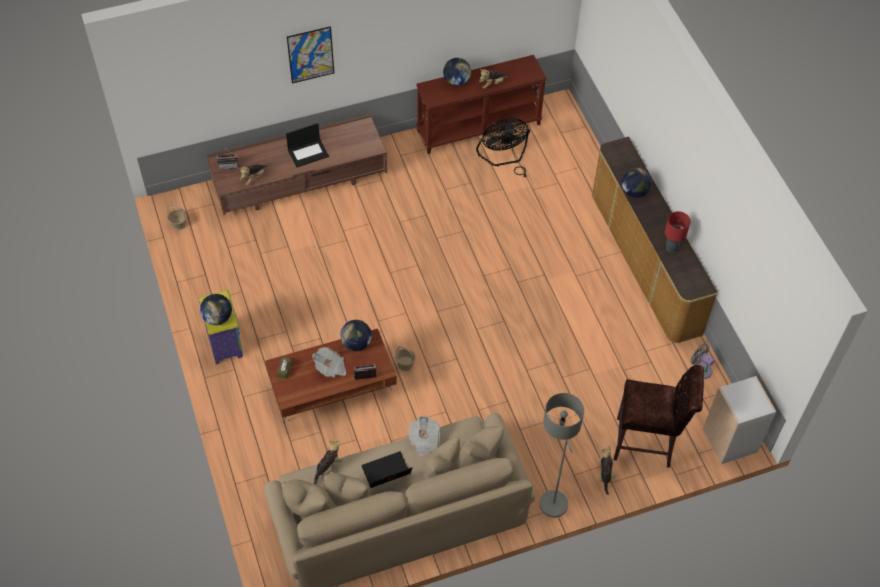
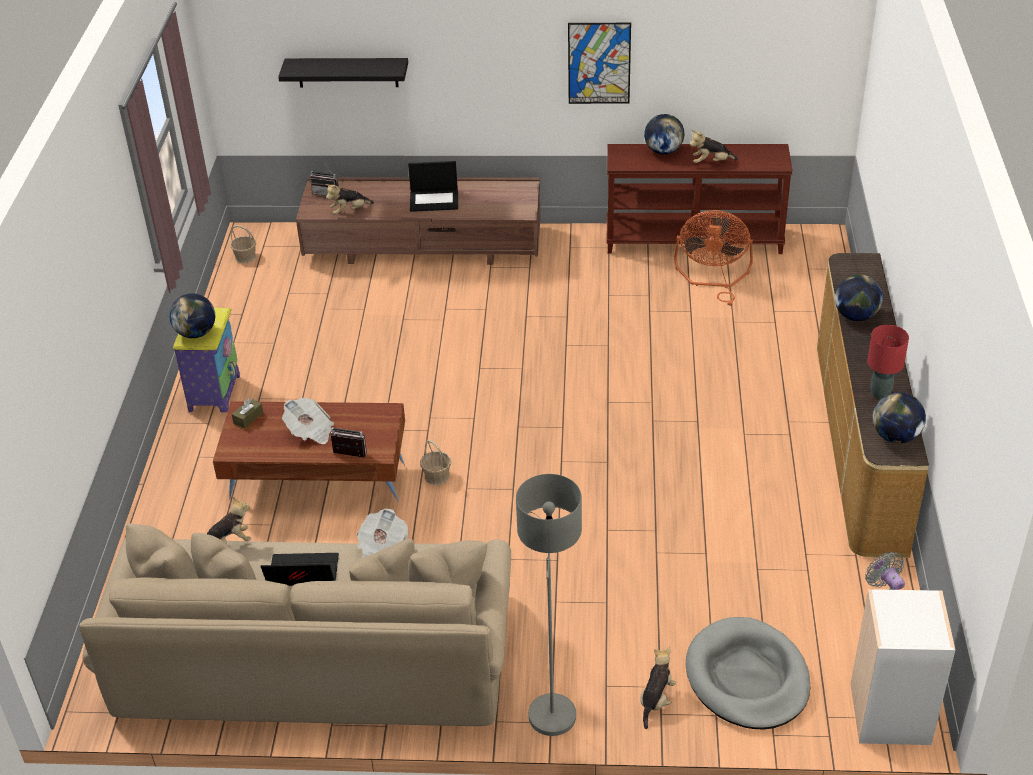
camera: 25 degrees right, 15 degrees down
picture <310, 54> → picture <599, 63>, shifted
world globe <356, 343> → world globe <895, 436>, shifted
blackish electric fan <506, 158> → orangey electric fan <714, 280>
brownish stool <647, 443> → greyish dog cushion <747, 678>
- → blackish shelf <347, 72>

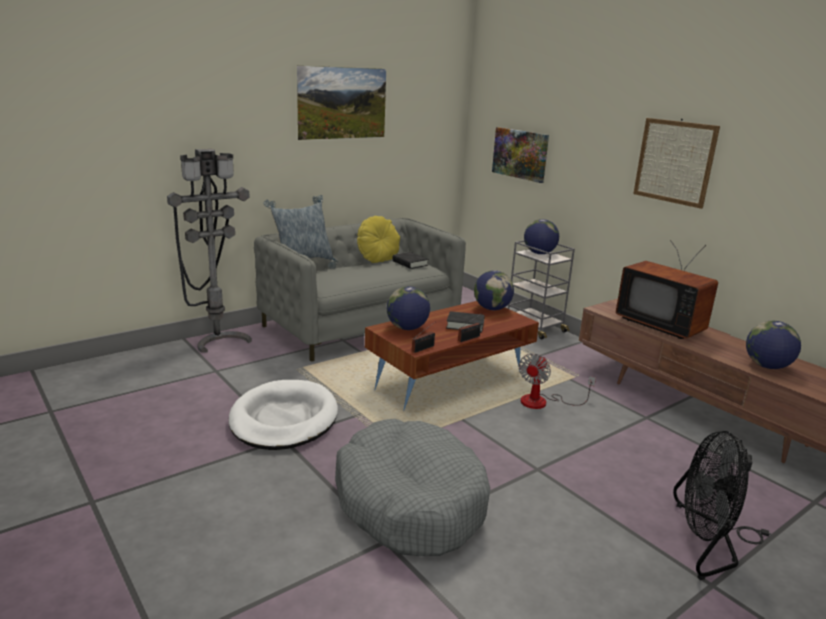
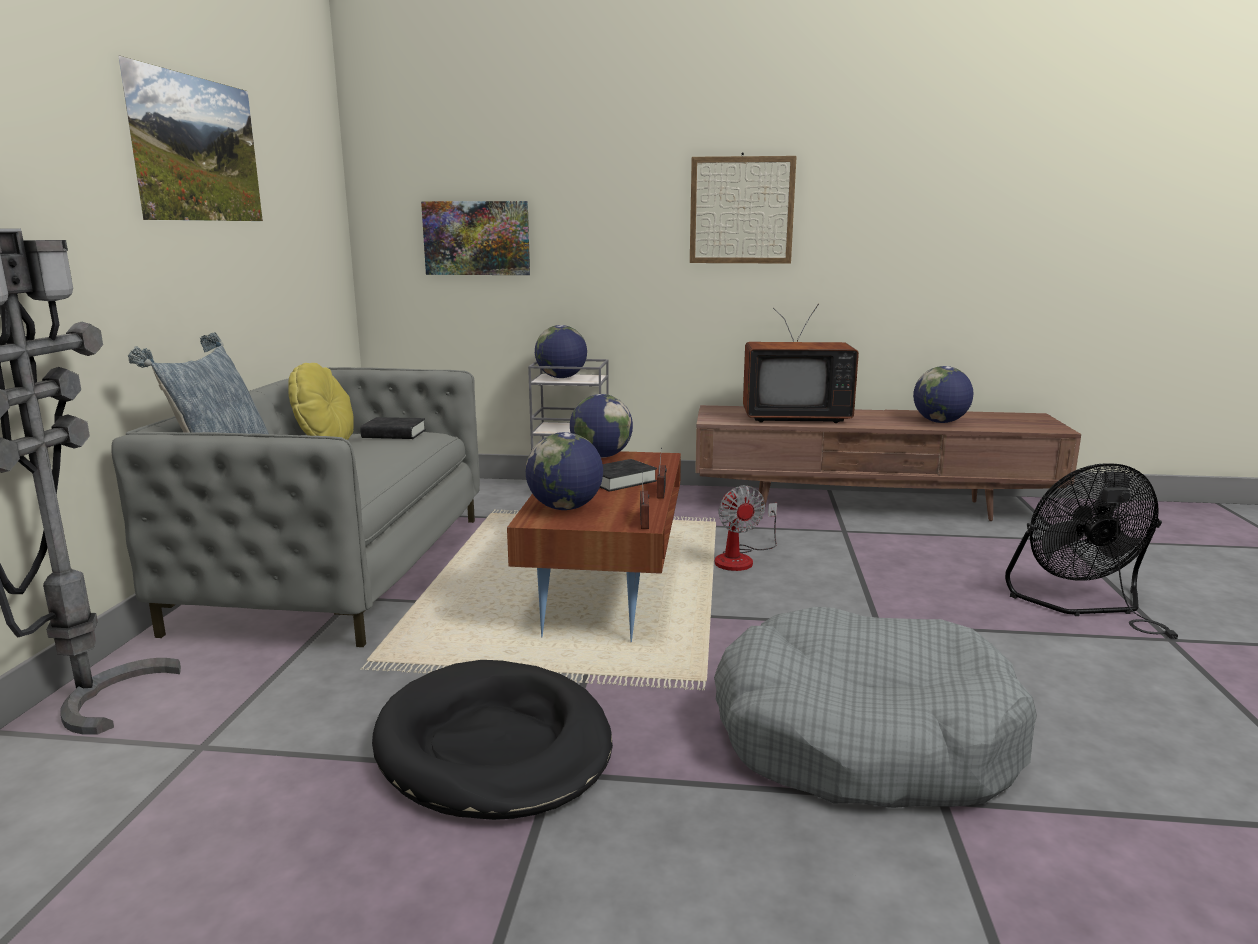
camera: 45 degrees left, 5 degrees down
whitish dog cushion <284, 419> → blackish dog cushion <494, 746>
blackish electric fan <711, 540> → blackish electric fan <1094, 605>, 120 degrees clockwise

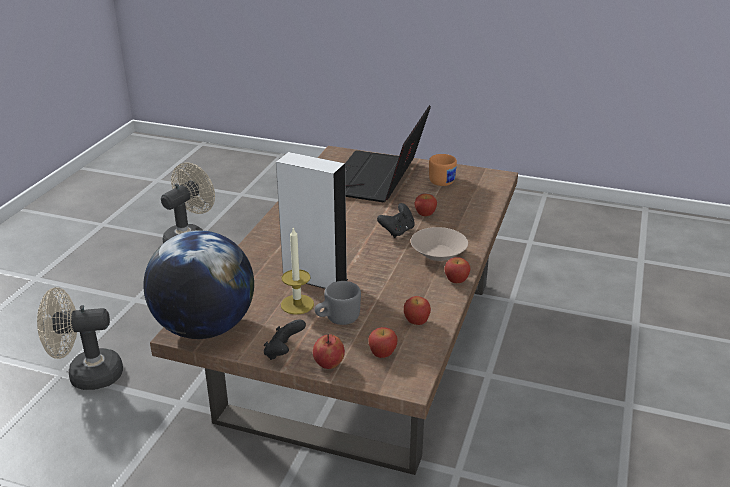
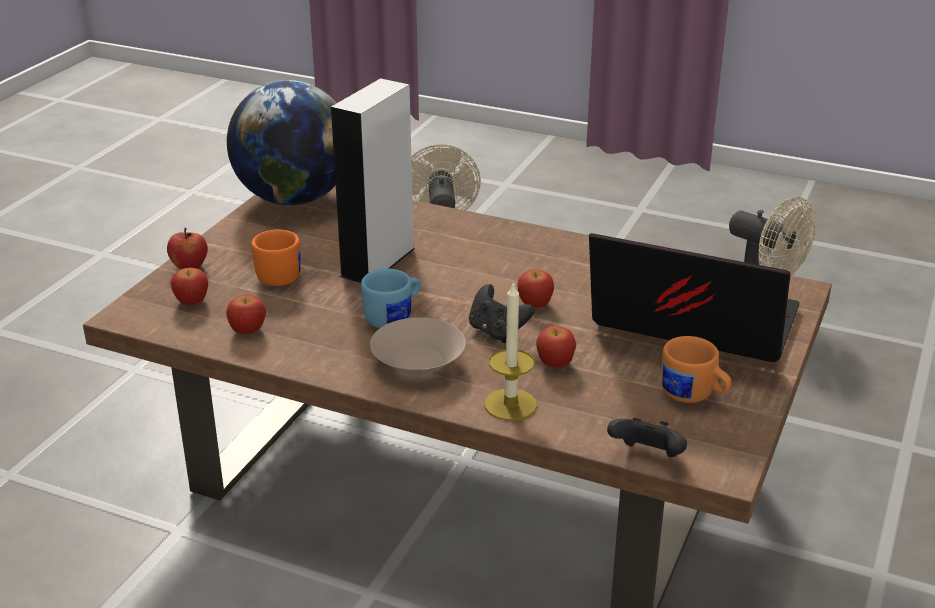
camera: 95 degrees right, 0 degrees up
blackish game controller <283, 352> → blackish game controller <647, 457>, shifted
candle <297, 304> → candle <510, 404>, shifted
greyish mug <337, 319> → orangey mug <277, 275>
apple fruit <456, 280> → apple fruit <534, 303>, shifted
- → blue-coloured mug <394, 317>

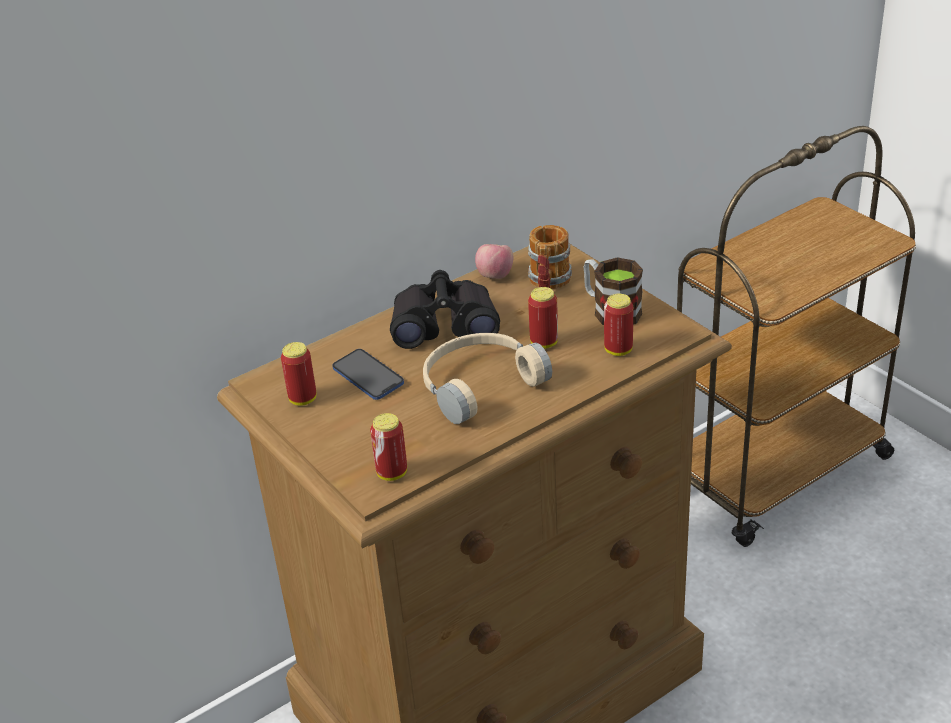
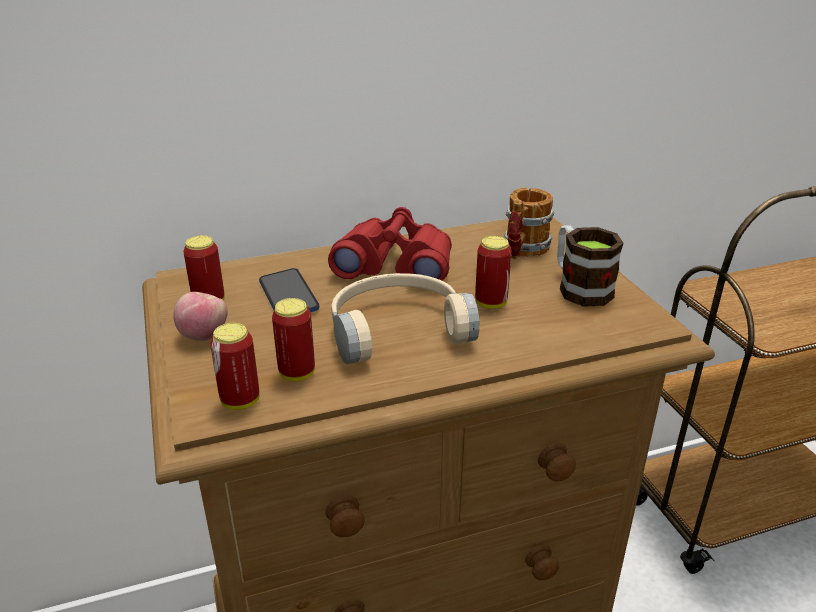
camera: 15 degrees right, 5 degrees down
blackish field glasses <444, 325> → red field glasses <396, 266>
apple fruit <495, 276> → apple fruit <204, 335>, shifted
sealed can <618, 350> → sealed can <297, 373>, shifted

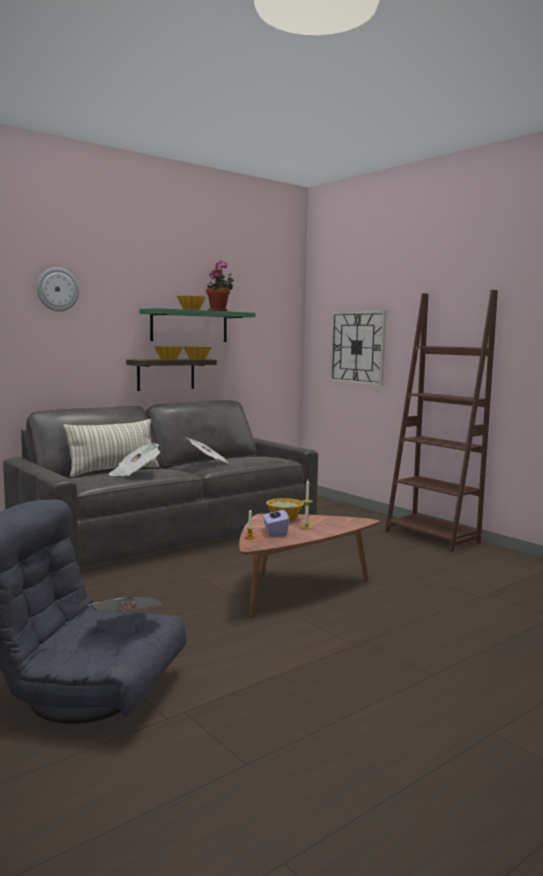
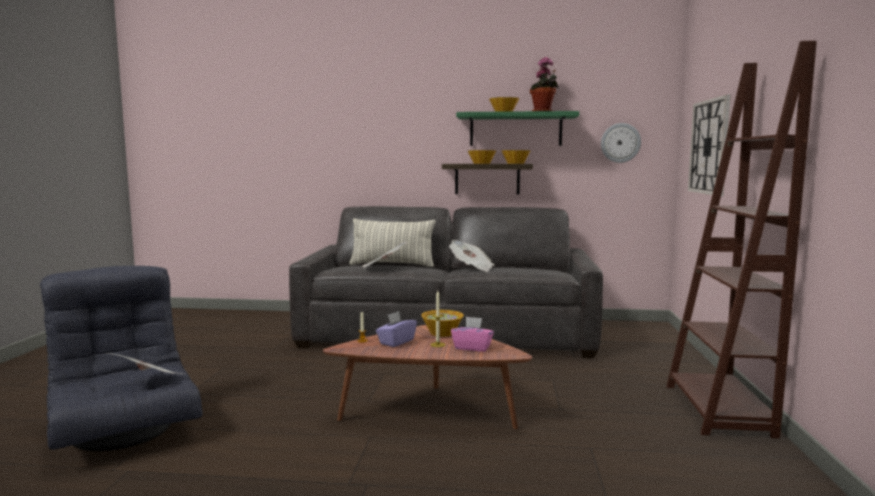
camera: 45 degrees right, 0 degrees up
clock on the wall <57, 289> → clock on the wall <620, 143>, shifted
- → pink-coloured tissue holder <472, 347>

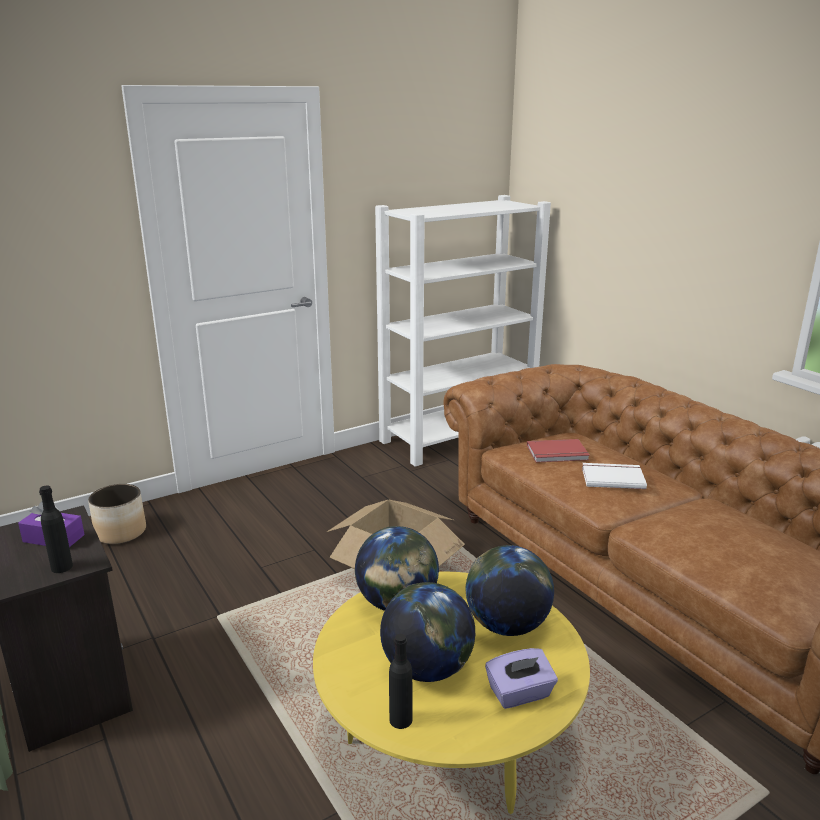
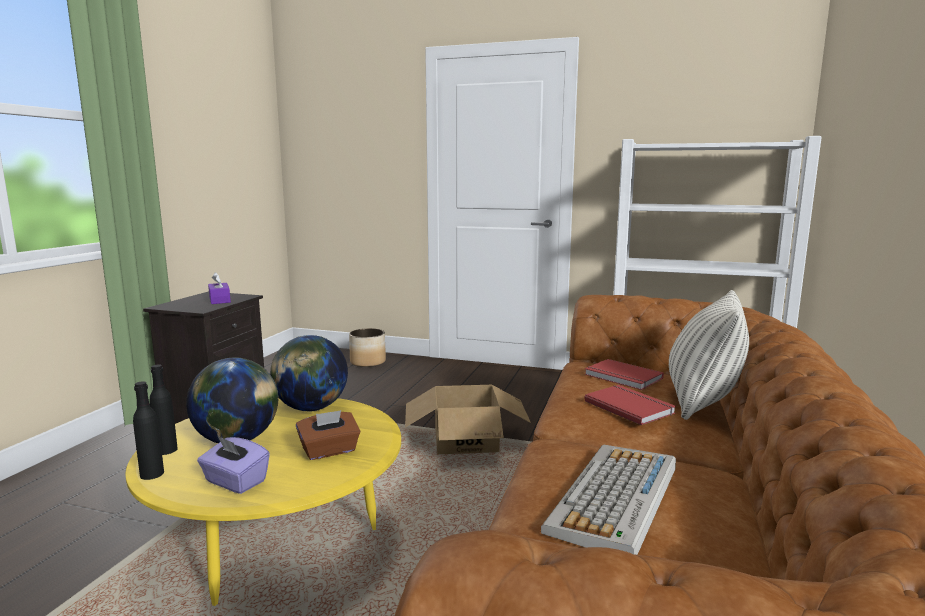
camera: 50 degrees right, 10 degrees down
blackish beverage bottle <62, 567> → blackish beverage bottle <152, 474>, shifted
world globe <507, 626> → brownish tissue holder <329, 451>
whitish bound book <612, 477> → red bound book <630, 406>
- → keyboard <615, 499>
- → pillow <702, 401>

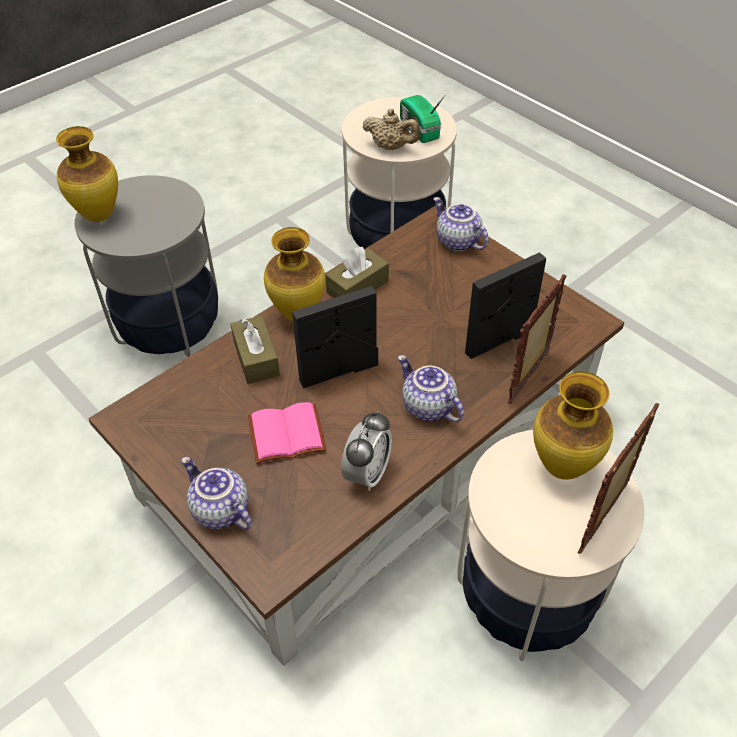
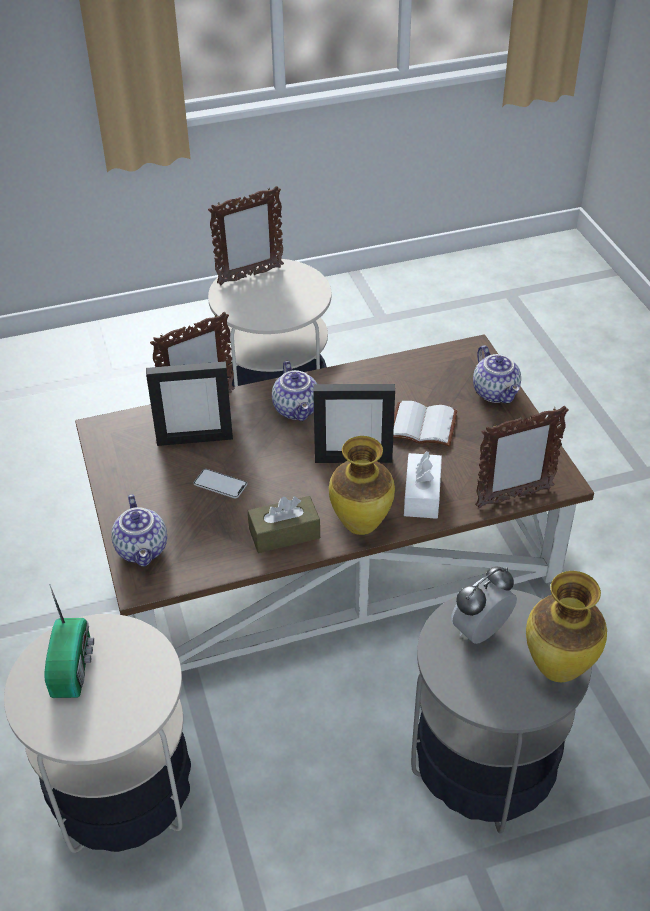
camera: 155 degrees left, 5 degrees down
brownish tissue holder <256, 358> → whitish tissue holder <422, 495>
pink-coloured bound book <285, 436> → whitish bound book <424, 424>
bedside clock <367, 473> → bedside clock <480, 631>, shifted
sand-coloured pot for tea <391, 147> → -
vase <562, 468> → -
- → telephone <220, 484>
- → picture frame <513, 497>

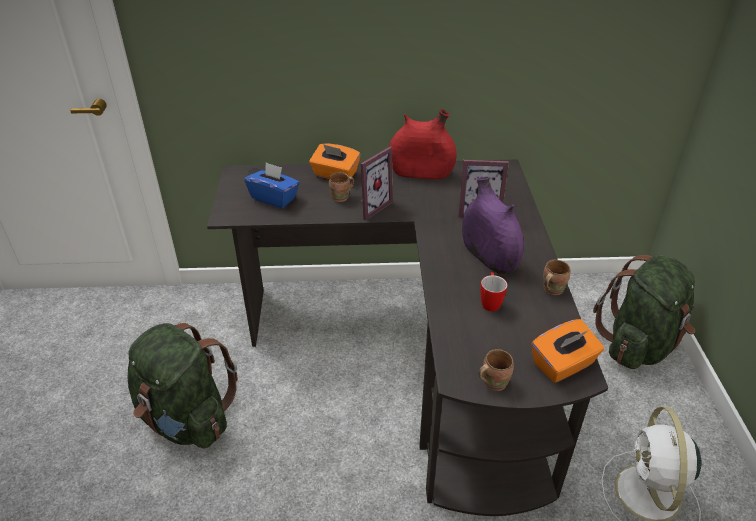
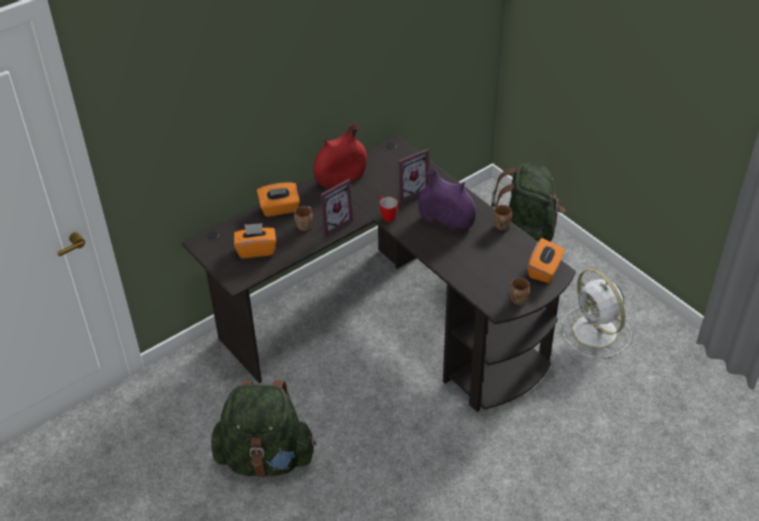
camera: 35 degrees left, 5 degrees up
blue-coloured tissue holder <274, 198> → orangey tissue holder <256, 250>
picture frame <370, 206> → picture frame <333, 223>, 45 degrees clockwise
mug <490, 302> → mug <386, 216>, shifted

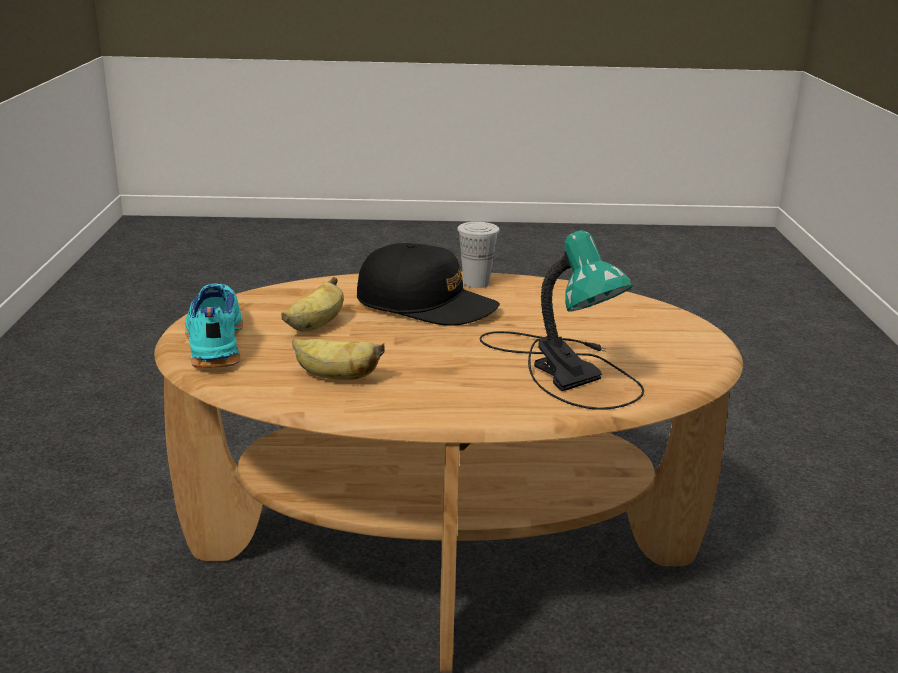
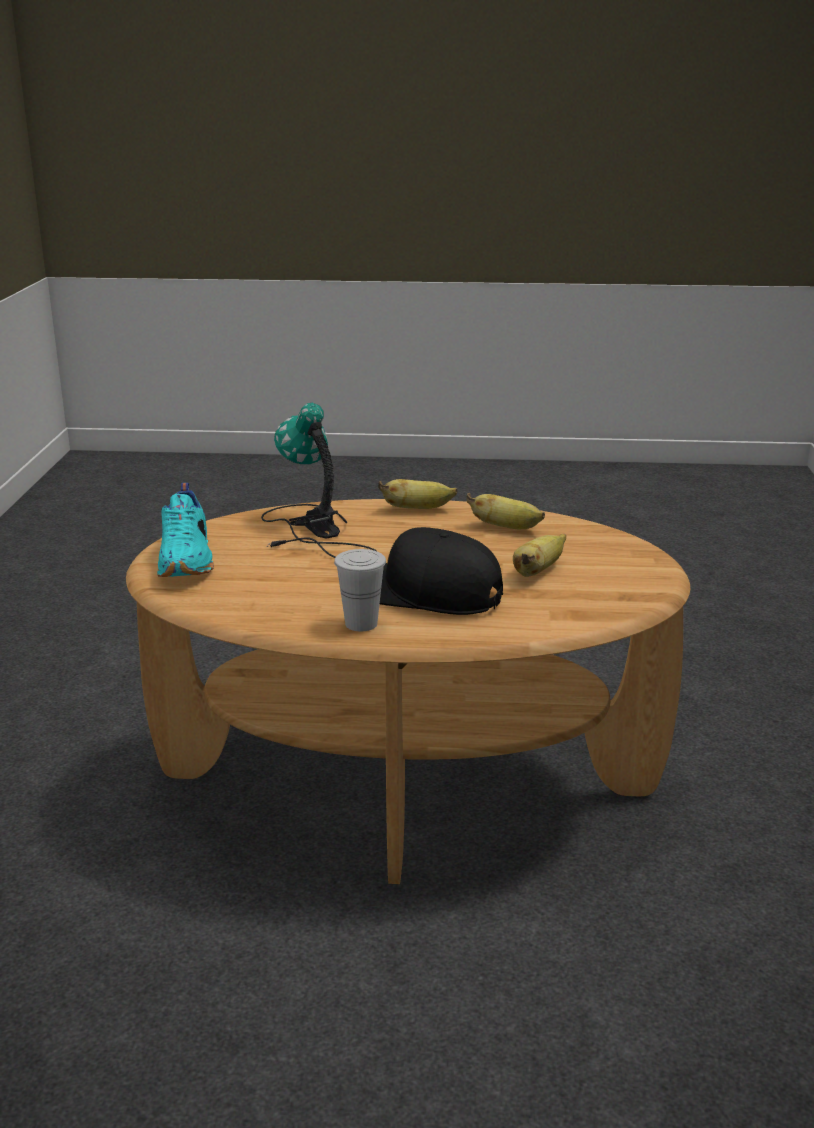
camera: 175 degrees left, 0 degrees up
turquoise low shoe <213, 341> → turquoise low shoe <188, 561>, shifted
- → banana <418, 509>

